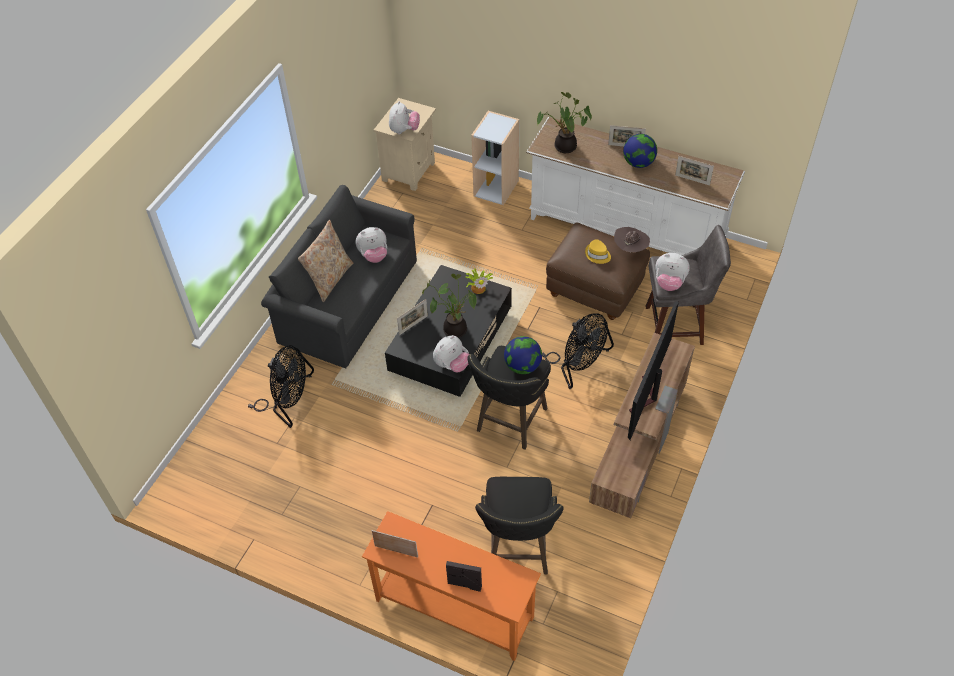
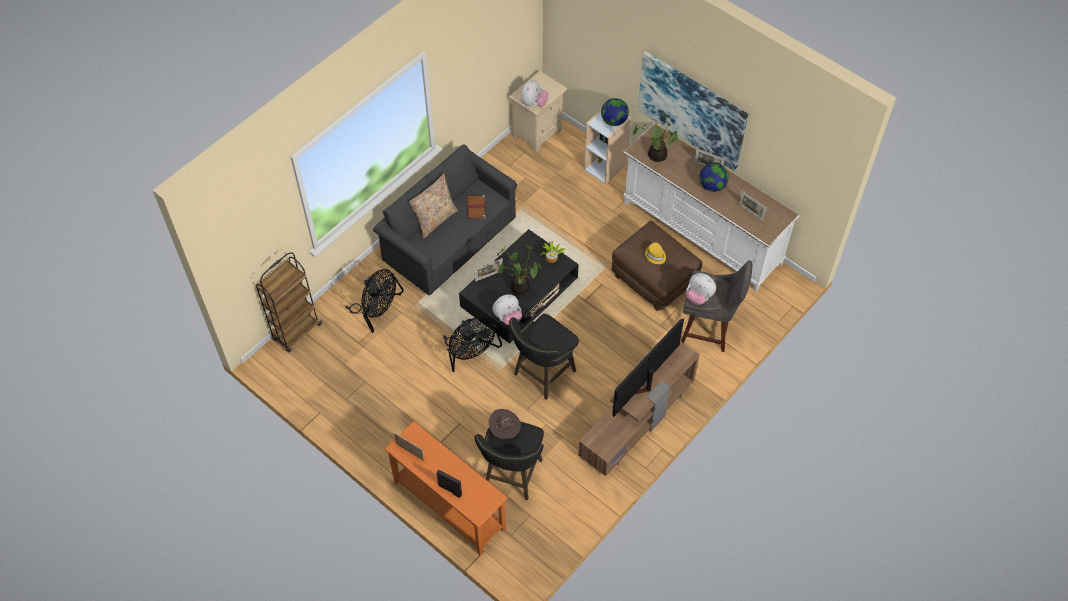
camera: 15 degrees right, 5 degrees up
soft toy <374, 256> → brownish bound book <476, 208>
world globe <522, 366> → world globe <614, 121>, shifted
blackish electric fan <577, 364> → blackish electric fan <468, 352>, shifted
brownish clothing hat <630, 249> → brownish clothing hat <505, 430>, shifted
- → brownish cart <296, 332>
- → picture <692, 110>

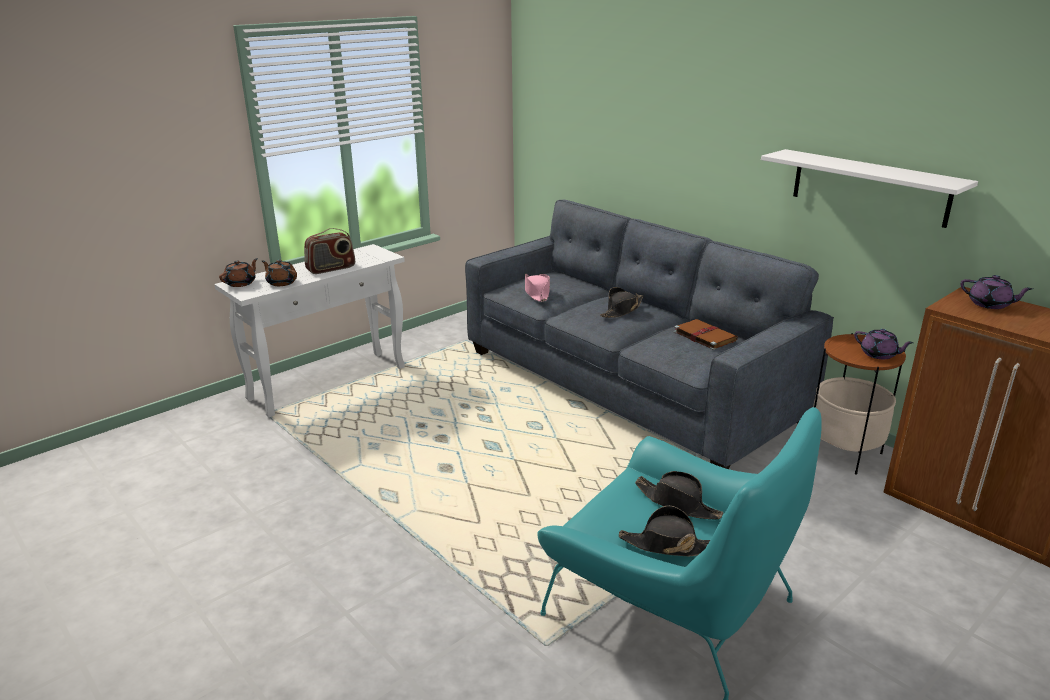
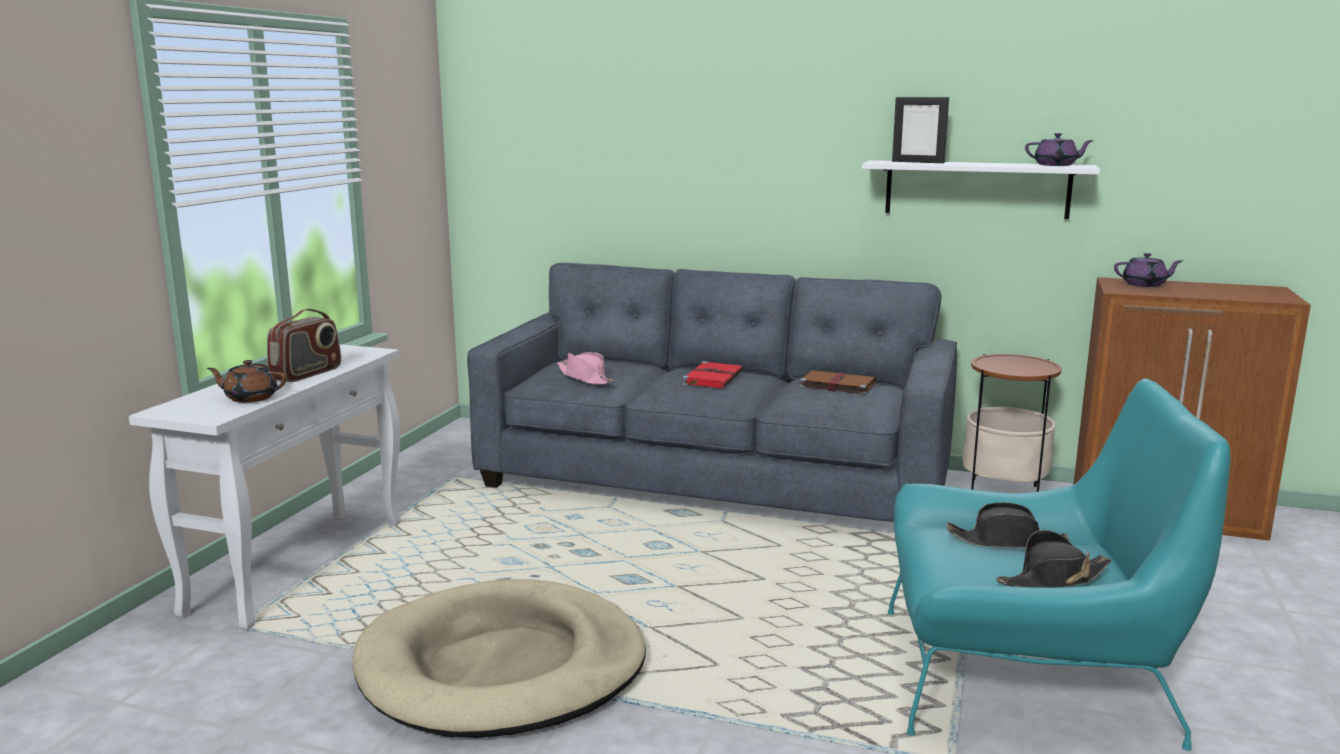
camera: 30 degrees left, 10 degrees down
brownish pot for tea <241, 283> → -
blackish clothing hat <622, 310> → red bound book <713, 378>
purple pot for tea <879, 354> → purple pot for tea <1056, 165>, shifted
- → sand-coloured dog cushion <502, 667>
- → picture frame <918, 162>

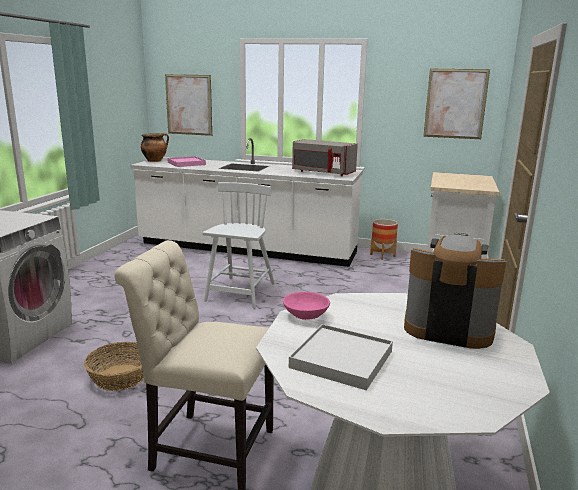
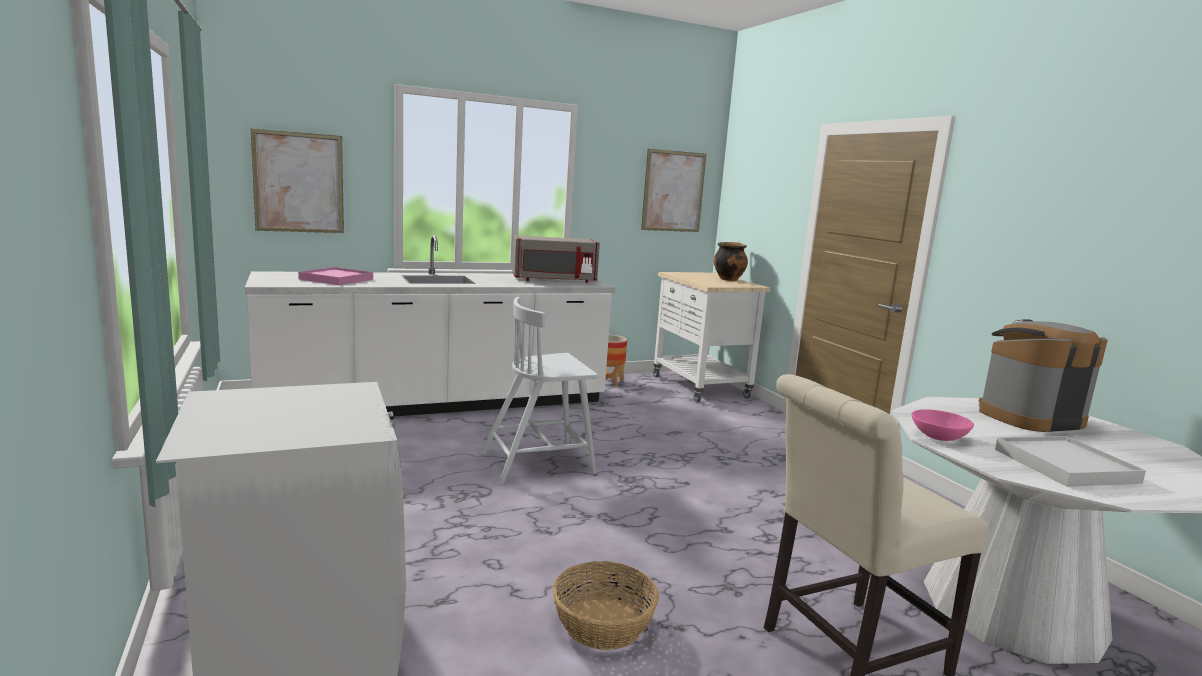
camera: 40 degrees left, 5 degrees down
saucepot <155, 161> → saucepot <728, 279>, shifted
whitish upright chair <240, 293> → whitish upright chair <539, 463>, 90 degrees counterclockwise

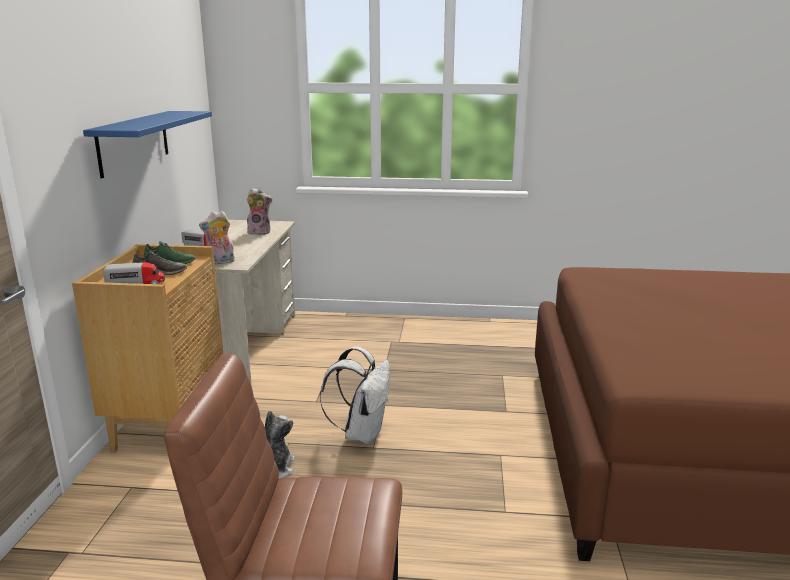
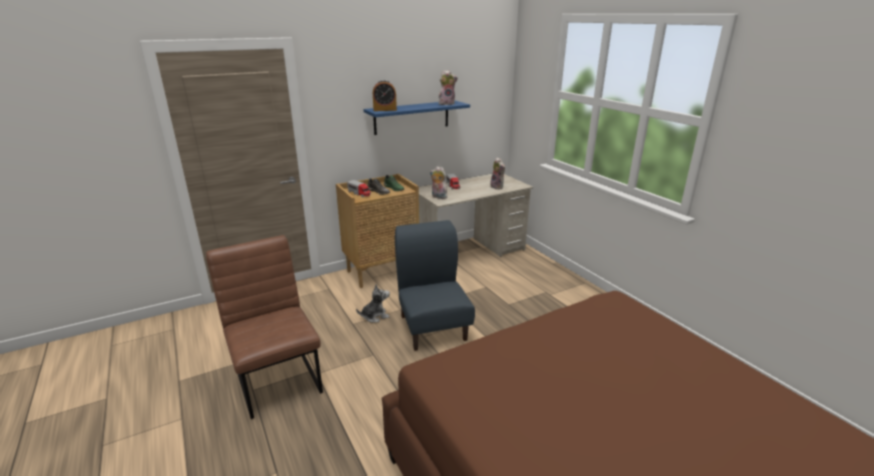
camera: 55 degrees right, 5 degrees up
whitish knapsack <362, 433> → blue-coloured upright chair <433, 327>
- → bedside clock <385, 110>
- → soft toy <446, 104>

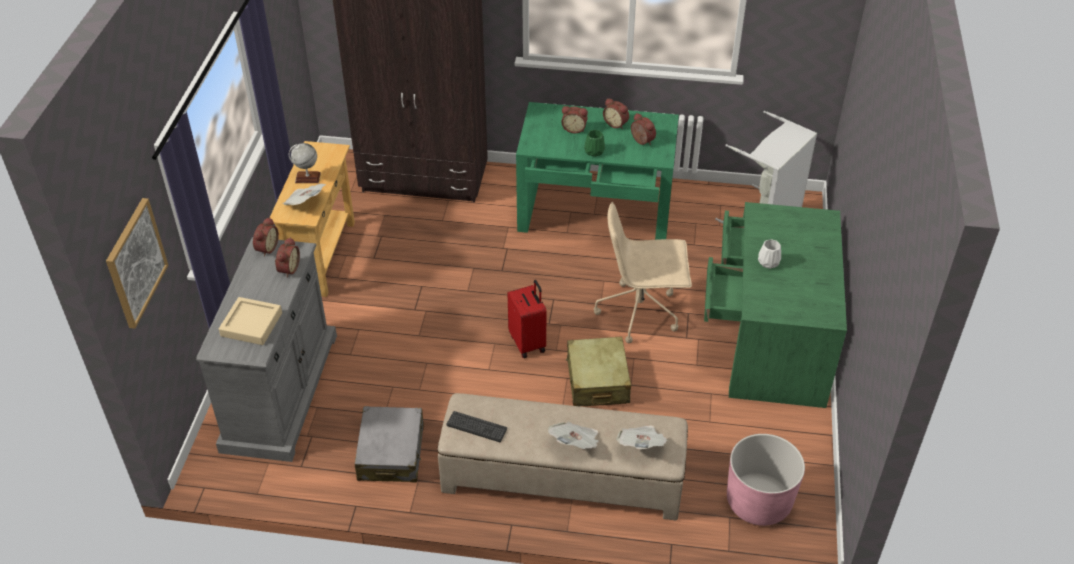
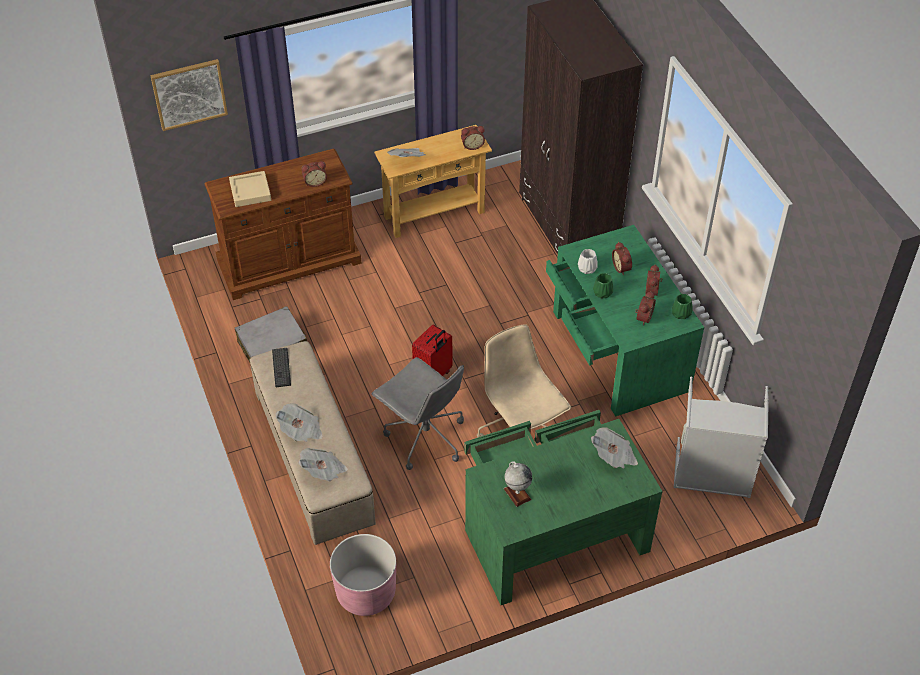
camera: 60 degrees right, 5 degrees up
greyish drawer chest <279, 390> → brownish drawer chest <290, 260>
bedside clock <266, 248> → bedside clock <472, 145>, shifted
world globe <307, 178> → world globe <517, 494>, shifted
sand-coloured suitcase <597, 381> → greyish computer chair <423, 436>
whitish vase <768, 262> → whitish vase <587, 268>, shifted
- → daily paper <614, 456>
- → green-coloured vase <681, 314>

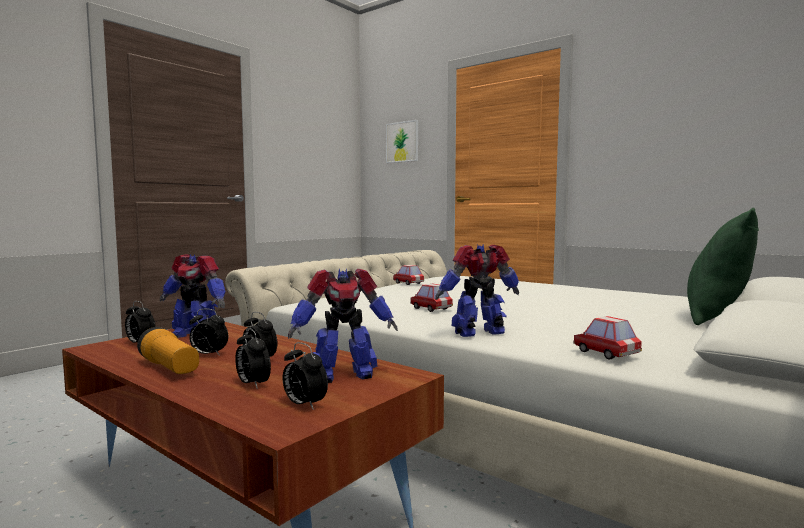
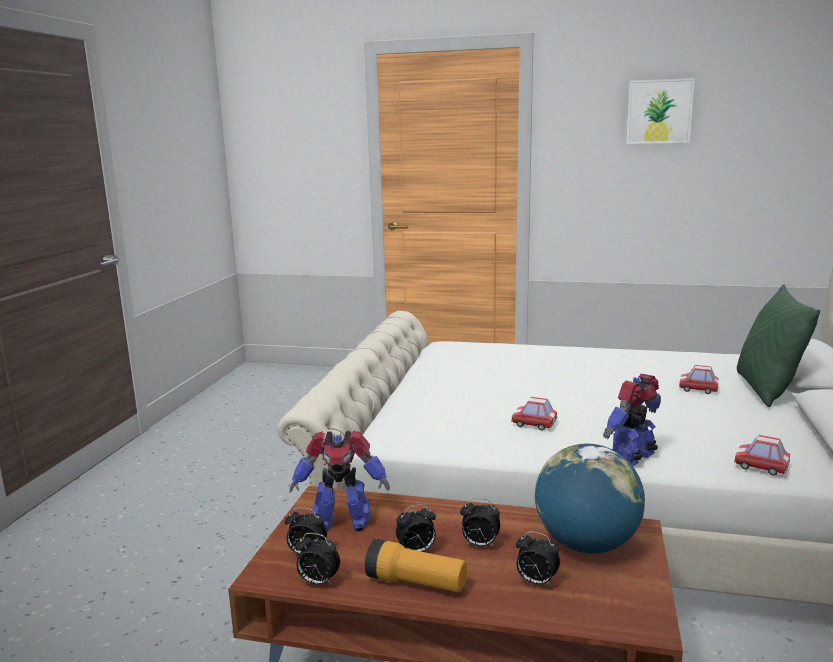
camera: 25 degrees left, 10 degrees up
bedside clock <304, 405> → bedside clock <318, 582>, shifted
toy robot <342, 375> → world globe <586, 544>
picture <402, 142> → picture <659, 111>, shifted
toy car <408, 283> → toy car <698, 389>, shifted

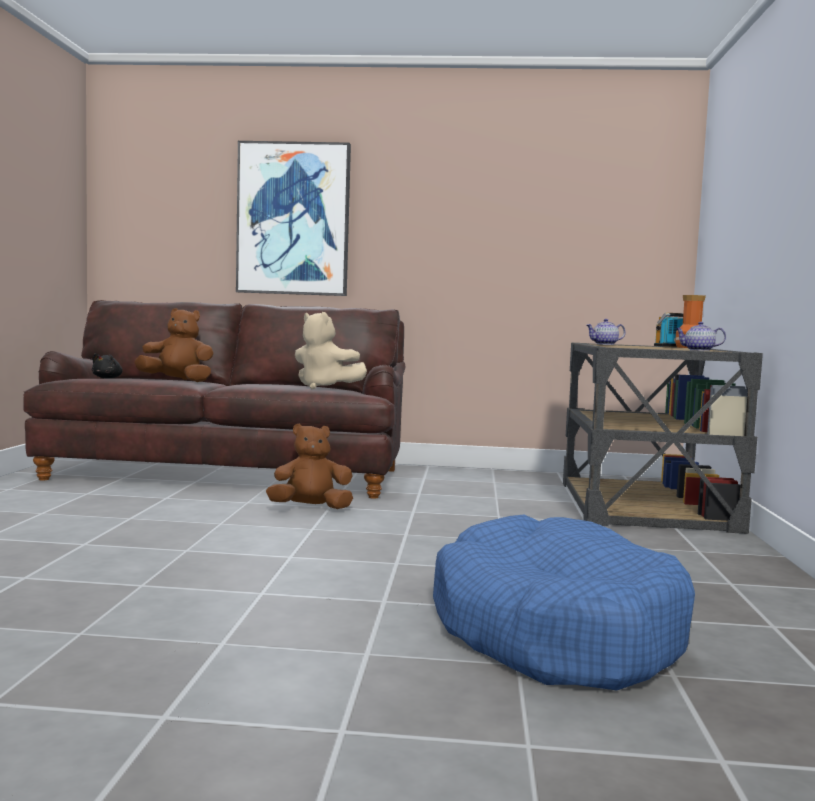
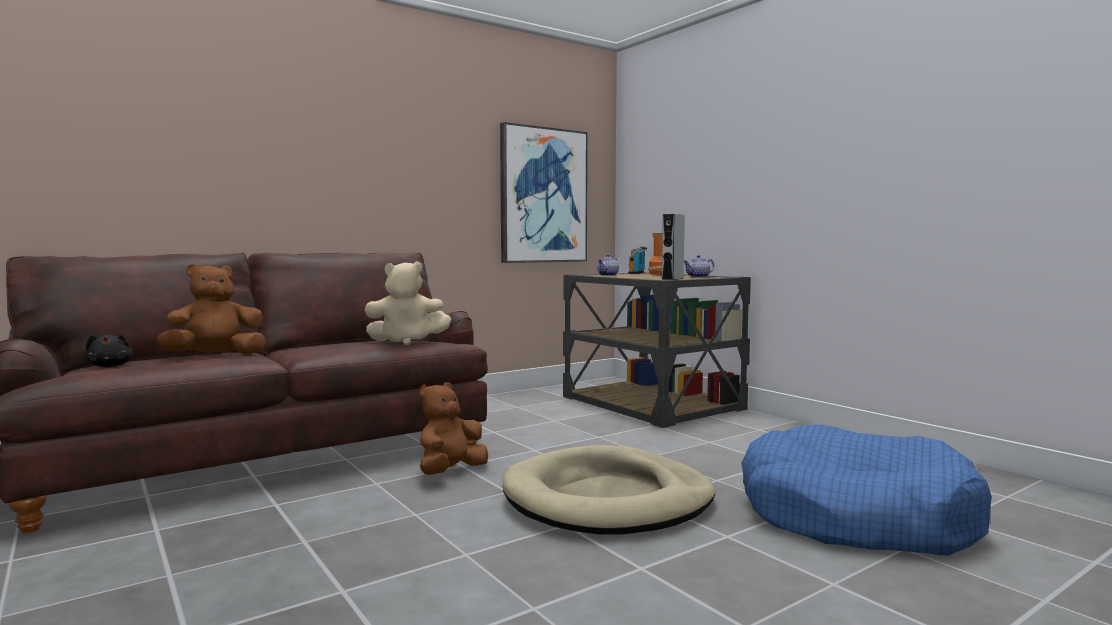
camera: 40 degrees left, 0 degrees up
picture <293, 219> → picture <543, 195>, shifted
- → sand-coloured dog cushion <608, 499>
- → greyish audio speaker <672, 279>

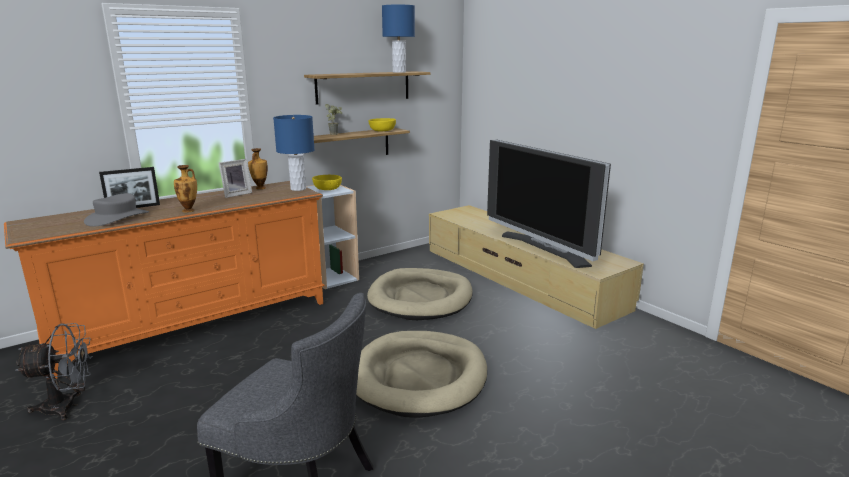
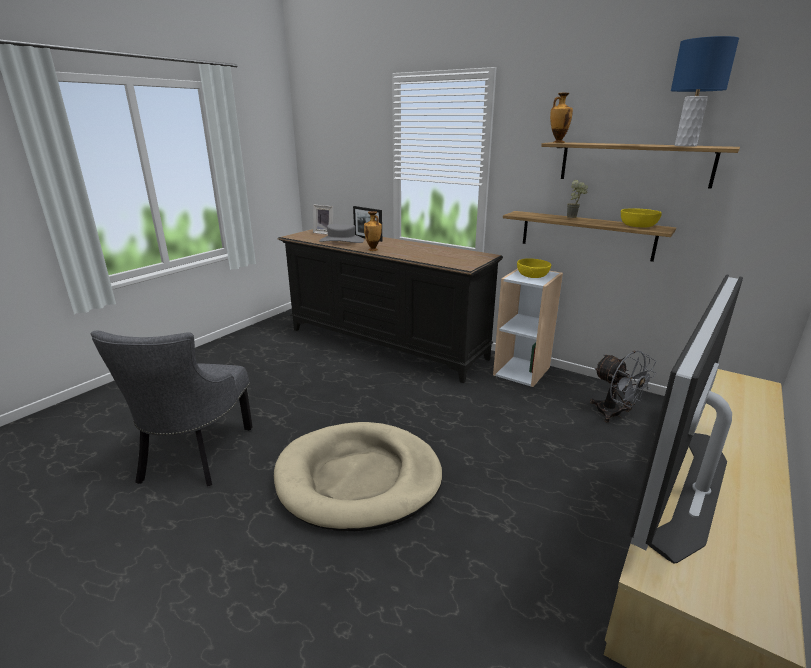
camera: 70 degrees right, 5 degrees up
orangey storage cabinet <195, 325> → blackish storage cabinet <384, 344>
greyish electric fan <67, 406> → greyish electric fan <614, 414>, shifted
picture frame <236, 194> → picture frame <325, 233>, shifted
vase <260, 188> → vase <557, 142>, shifted
blue-coloured table lamp <298, 189> → -
sand-coloured dog cushion <421, 298> → -

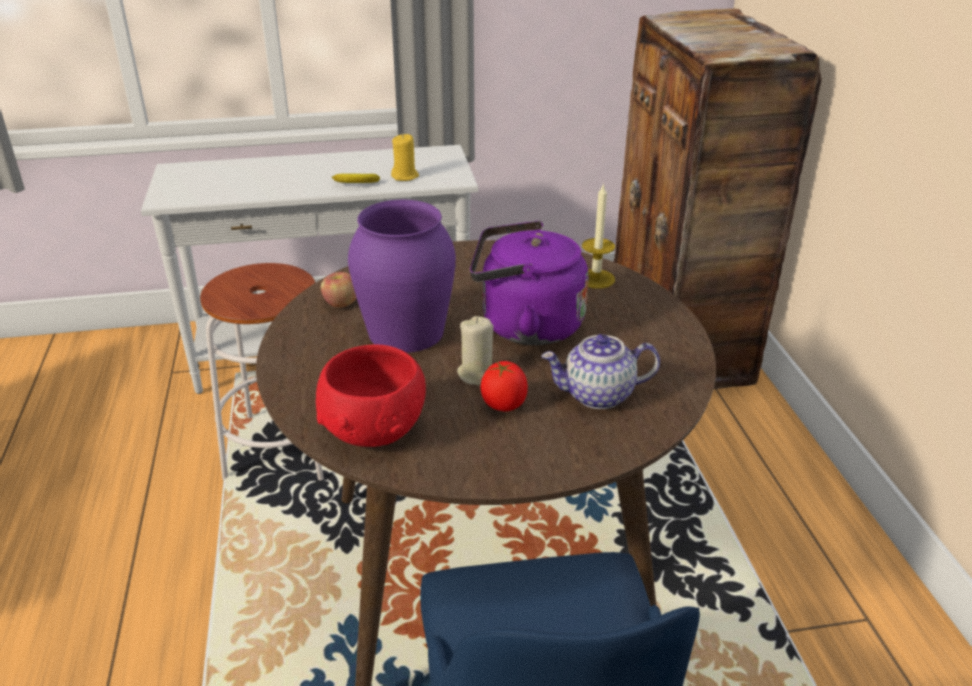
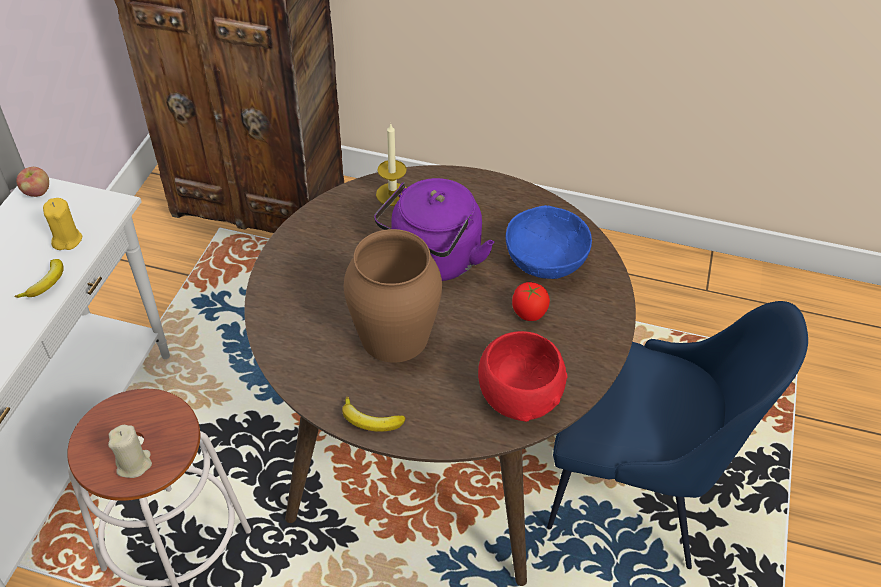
camera: 65 degrees left, 15 degrees up
apple fruit <340, 303> → apple fruit <37, 192>, shifted
purple vase <405, 332> → brownish vase <394, 336>
sand-coloured candle <478, 375> → sand-coloured candle <134, 464>, shifted
pot for tea <597, 395> → blue-coloured serving bowl <545, 260>
- → banana <370, 421>

